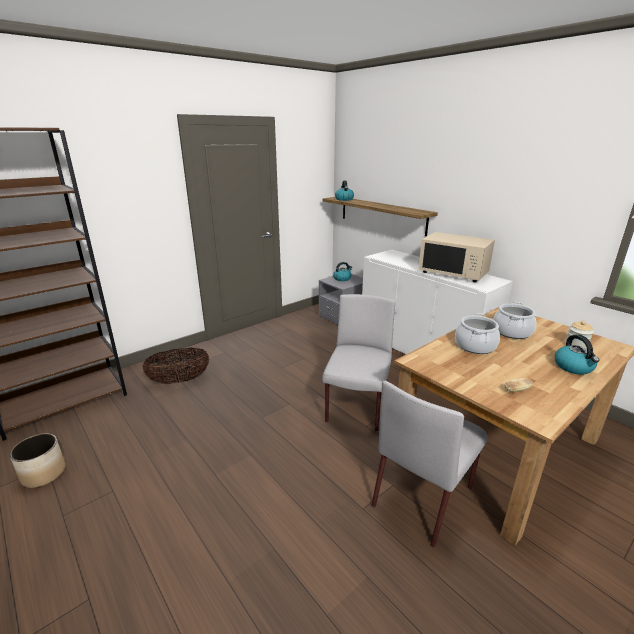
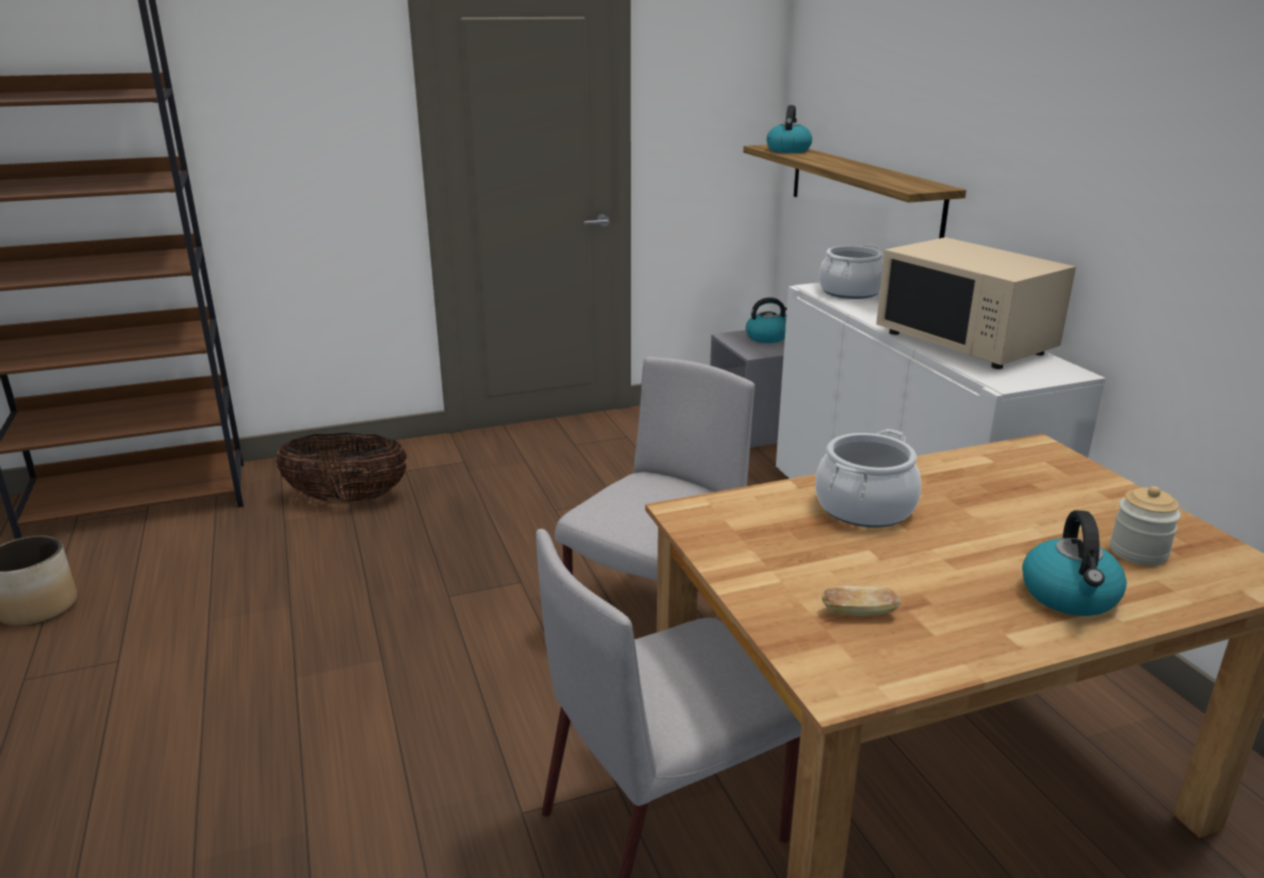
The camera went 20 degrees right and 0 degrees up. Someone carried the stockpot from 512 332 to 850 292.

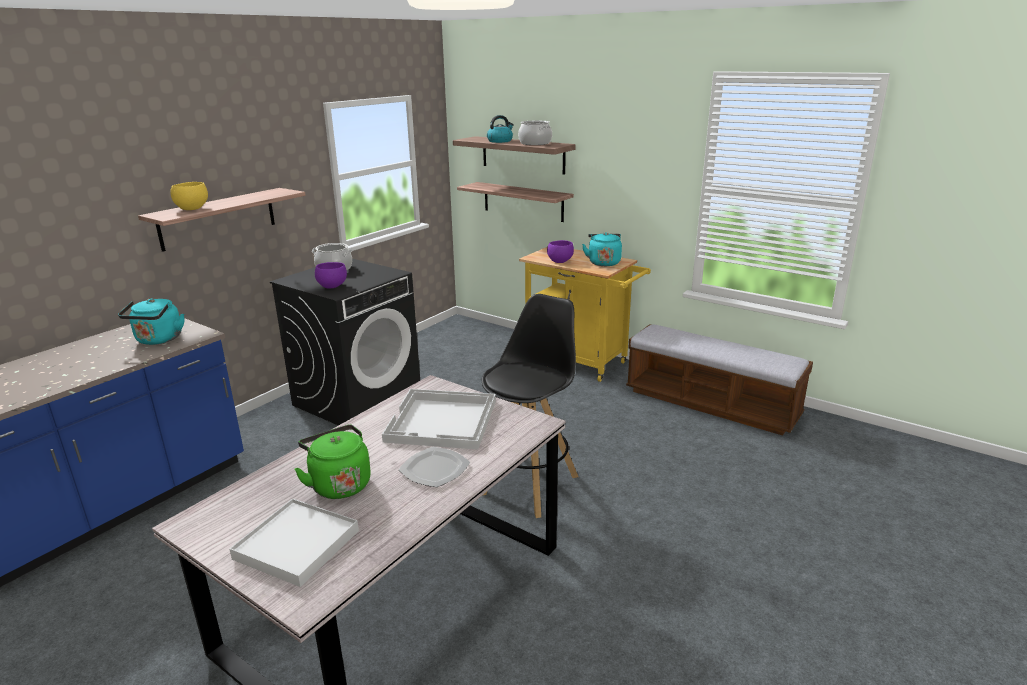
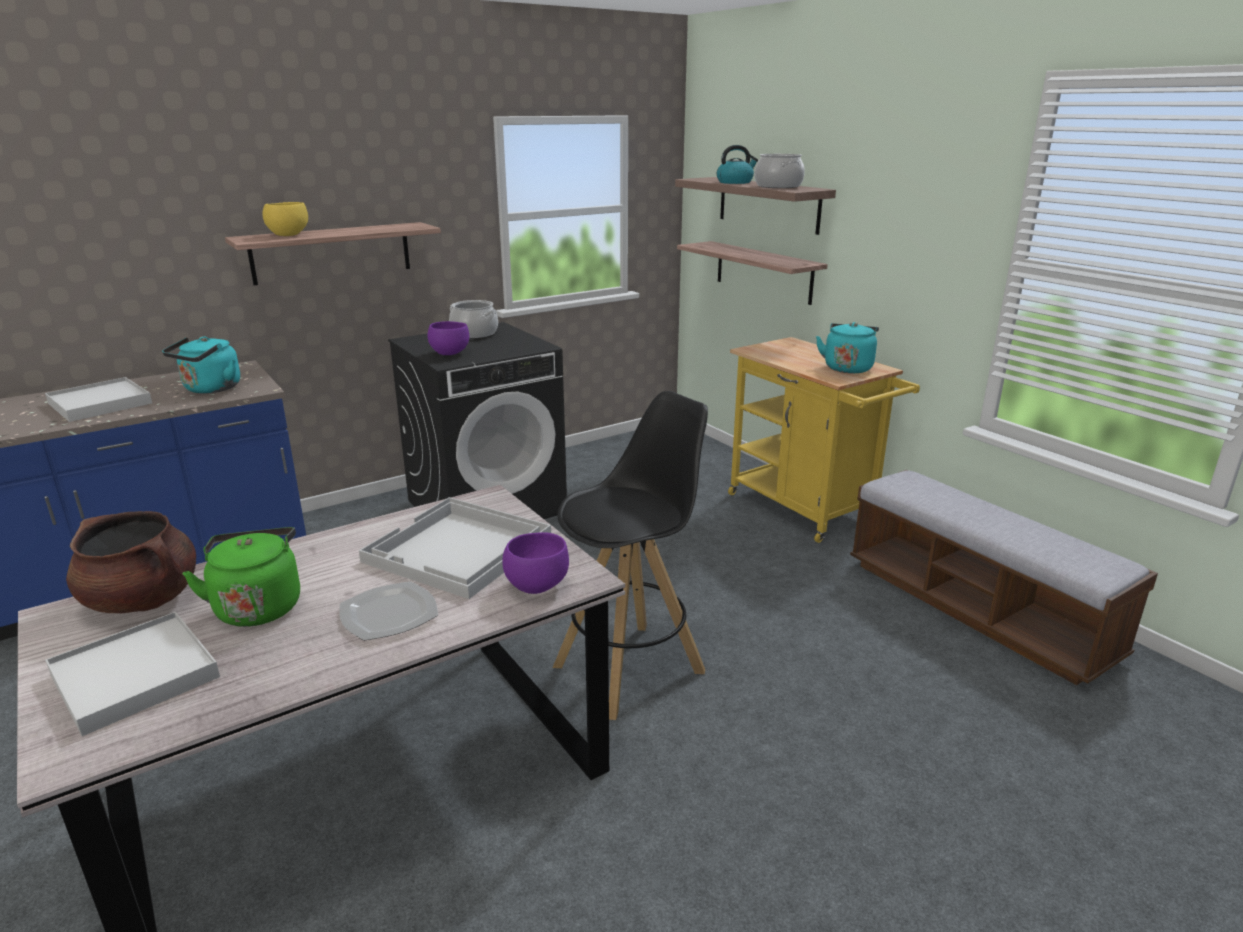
The camera went 20 degrees right and 0 degrees up. Someone carried the bowl/purplish from 559 261 to 536 585. Someone put down the tray/white at 100 403. Someone put down the stockpot/brown at 143 600.

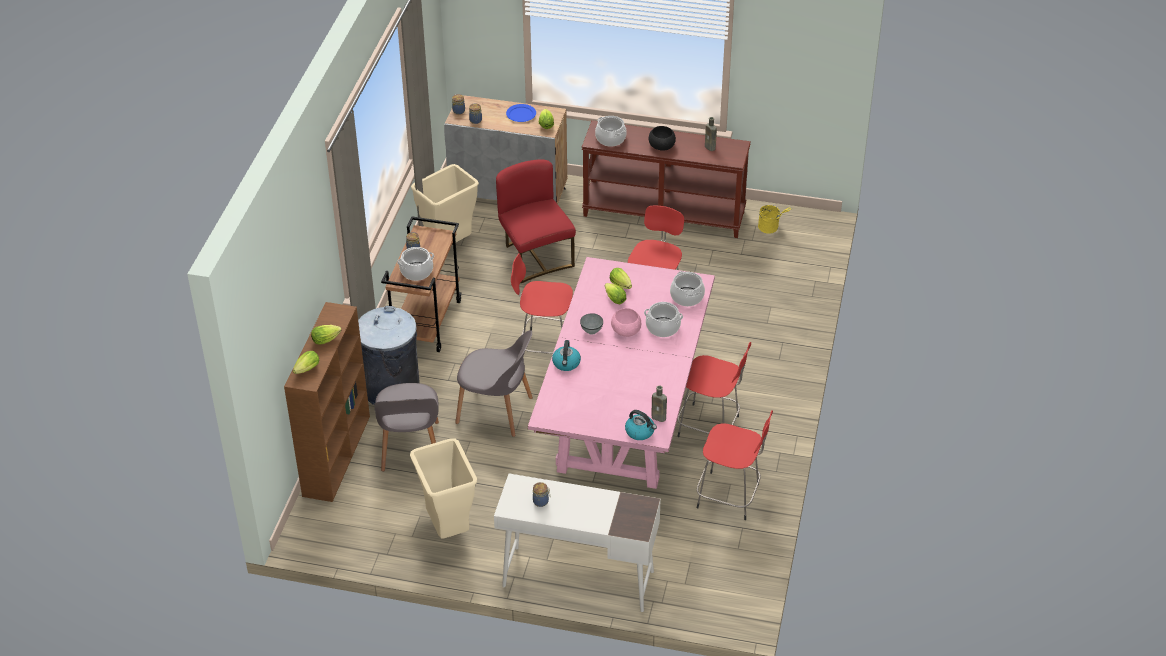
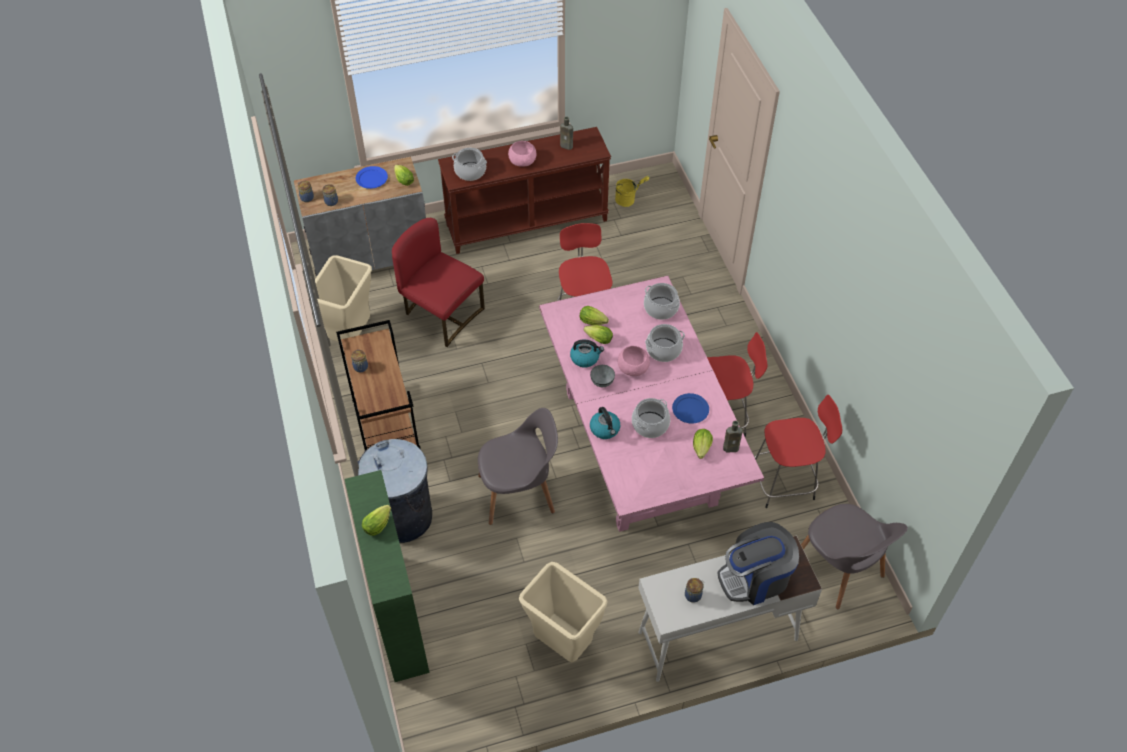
The camera went 30 degrees left and 10 degrees up. Someone repainted the shelving unit/brown at 336 454, which became the shelving unit/green-coloured at 397 616. Someone carried the lettuce head from 306 370 to 701 449. Someone carried the upright chair/grey from 410 448 to 839 570. Someone carried the stockpot from 416 272 to 650 425. Someone took away the sitting stool/reddish at 545 348. Someone carried the water kettle from 640 432 to 585 358. Someone repainted the bowl/black at 662 146, which became the bowl/pink-coloured at 523 161. Someone put down the plate/blue at 690 409. Someone put down the coffee brewer at 755 578.

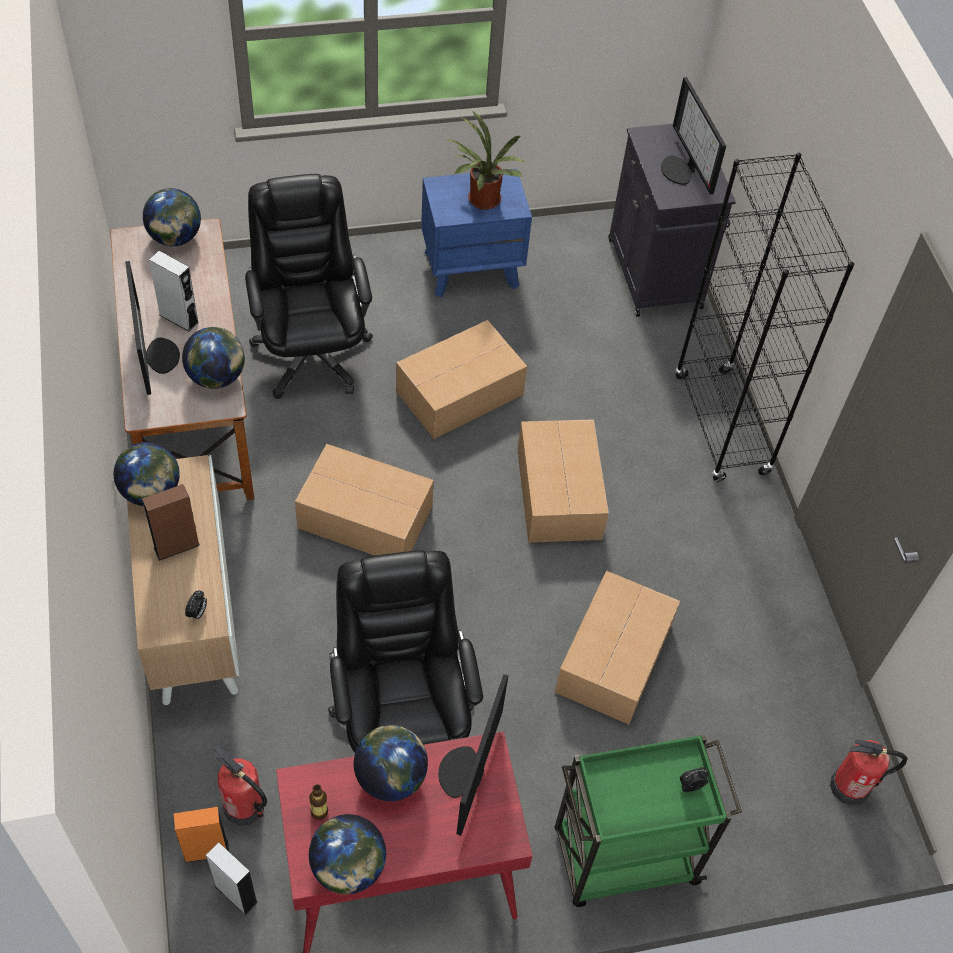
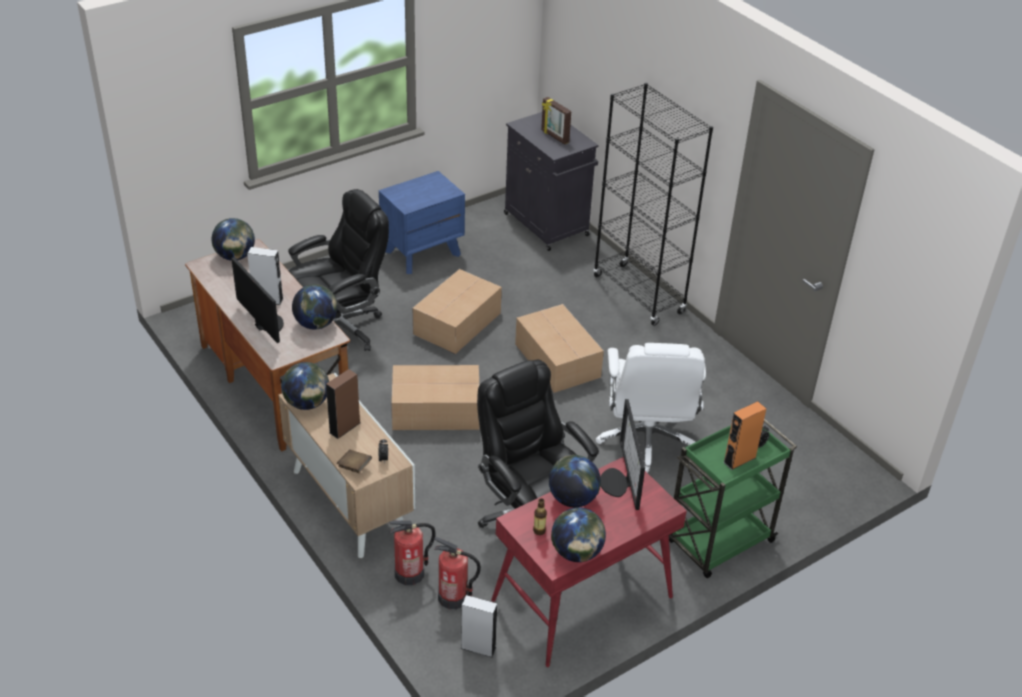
The camera went 20 degrees left and 15 degrees down. Someone carried the loudspeaker/orange-coloured from 206 851 to 739 460. Someone rotated the desk chair/black at 311 353 by 90 degrees clockwise. Someone took away the houseplant at 481 201. Someone swapped the carton at 612 659 for the desk chair/white at 647 439. Someone swapped the computer screen at 681 170 for the standing frame at 554 137. Someone carried the fire-fighting cylinder from 850 787 to 410 573. Someone put down the volume/brown at 354 467.

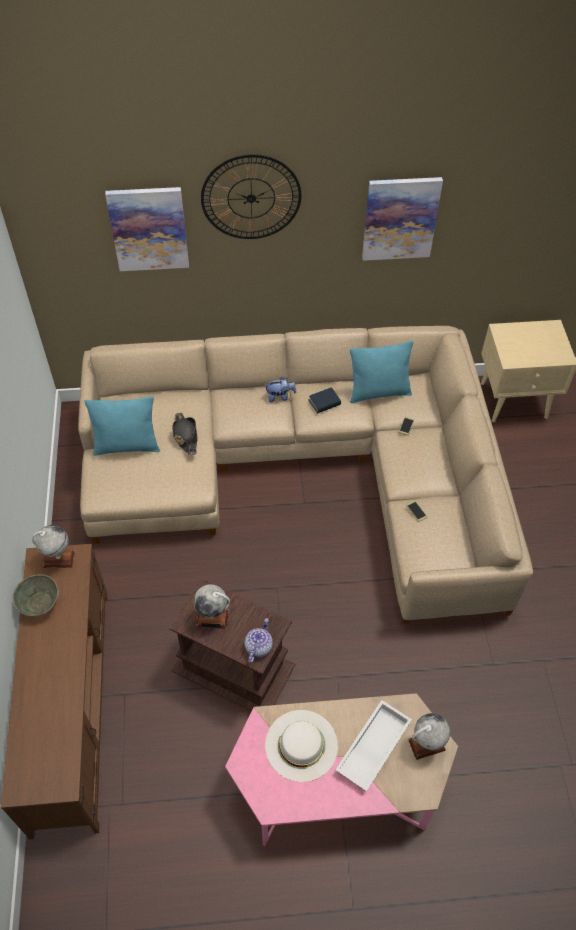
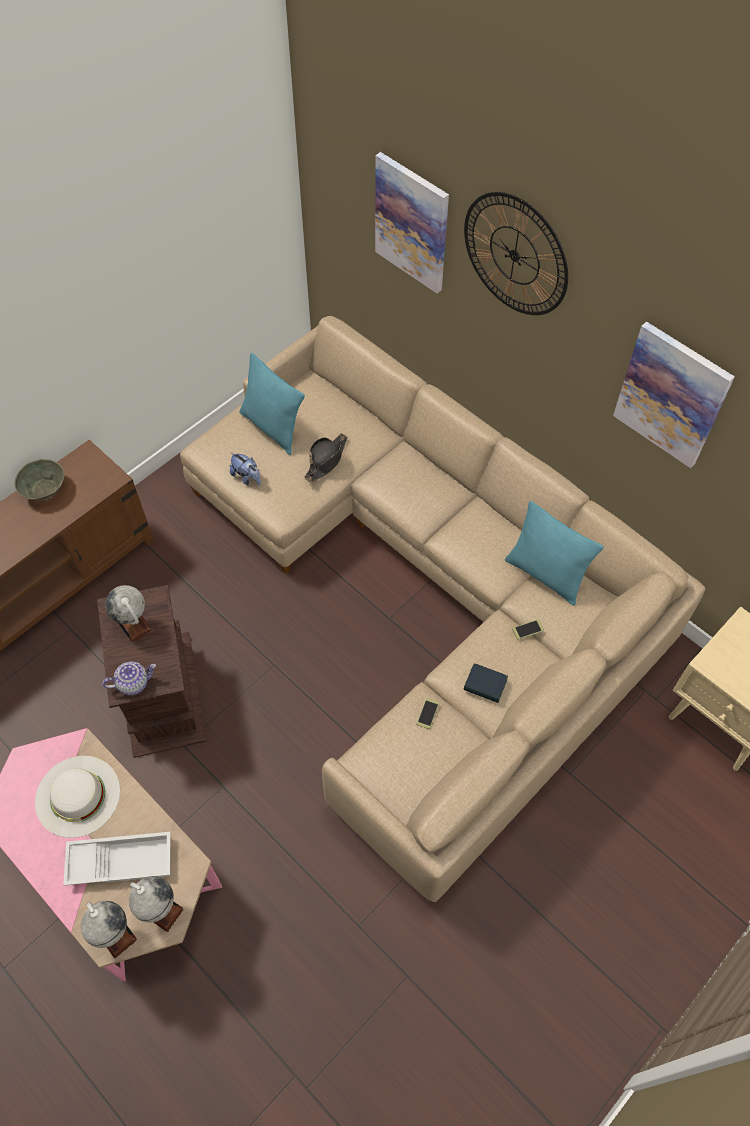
The camera went 50 degrees right and 5 degrees up. Someone carried the desk globe from 58 559 to 114 933. Someone carried the soft toy from 280 397 to 247 477. Someone carried the volume from 324 403 to 485 685.

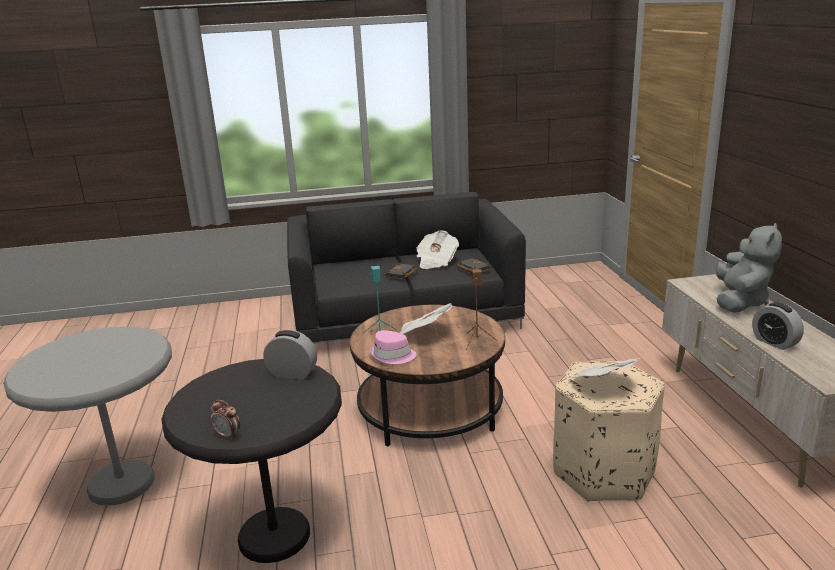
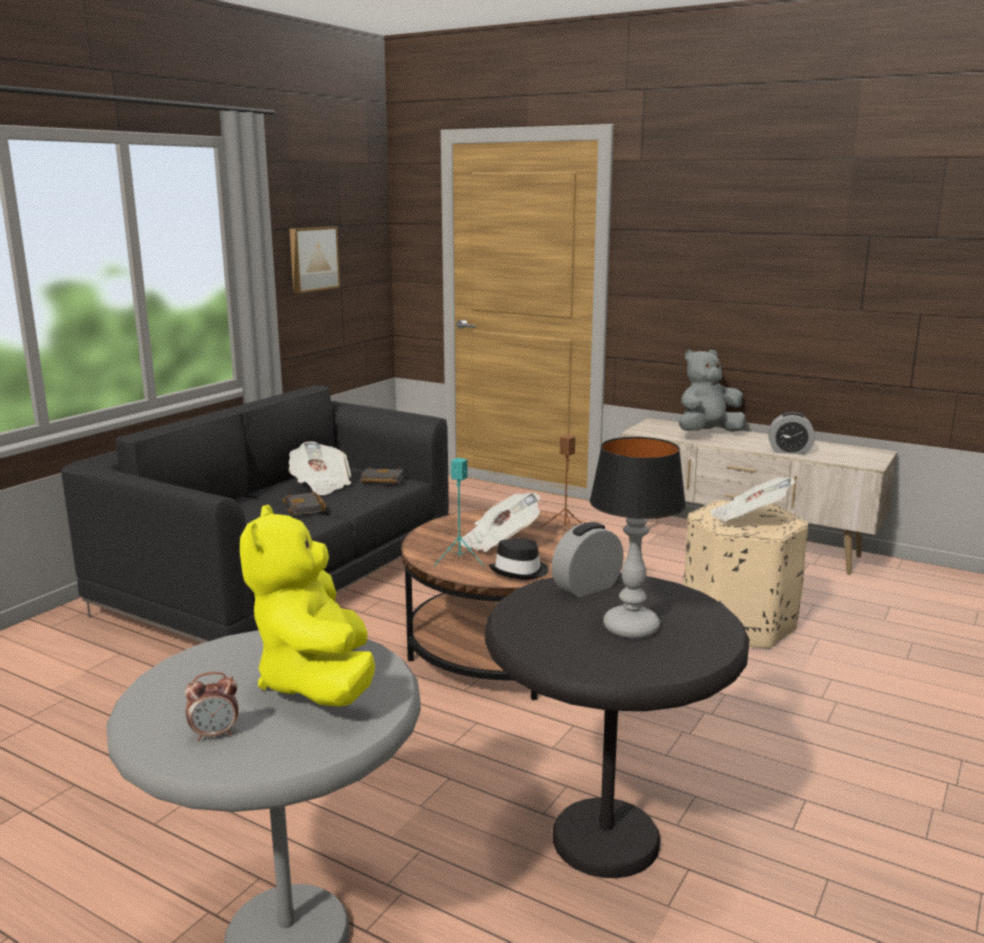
The camera went 50 degrees left and 5 degrees down. Someone carried the bedside clock from 228 435 to 215 734. Someone repainted the hat/pink-coloured at 392 355, which became the hat/black at 520 571. Someone rotated the soft toy/grey at 740 302 by 90 degrees counterclockwise. Someone put down the soft toy/yellow-coloured at 317 682. Someone put up the wall art at 312 259. Someone put down the table lamp at 630 628.

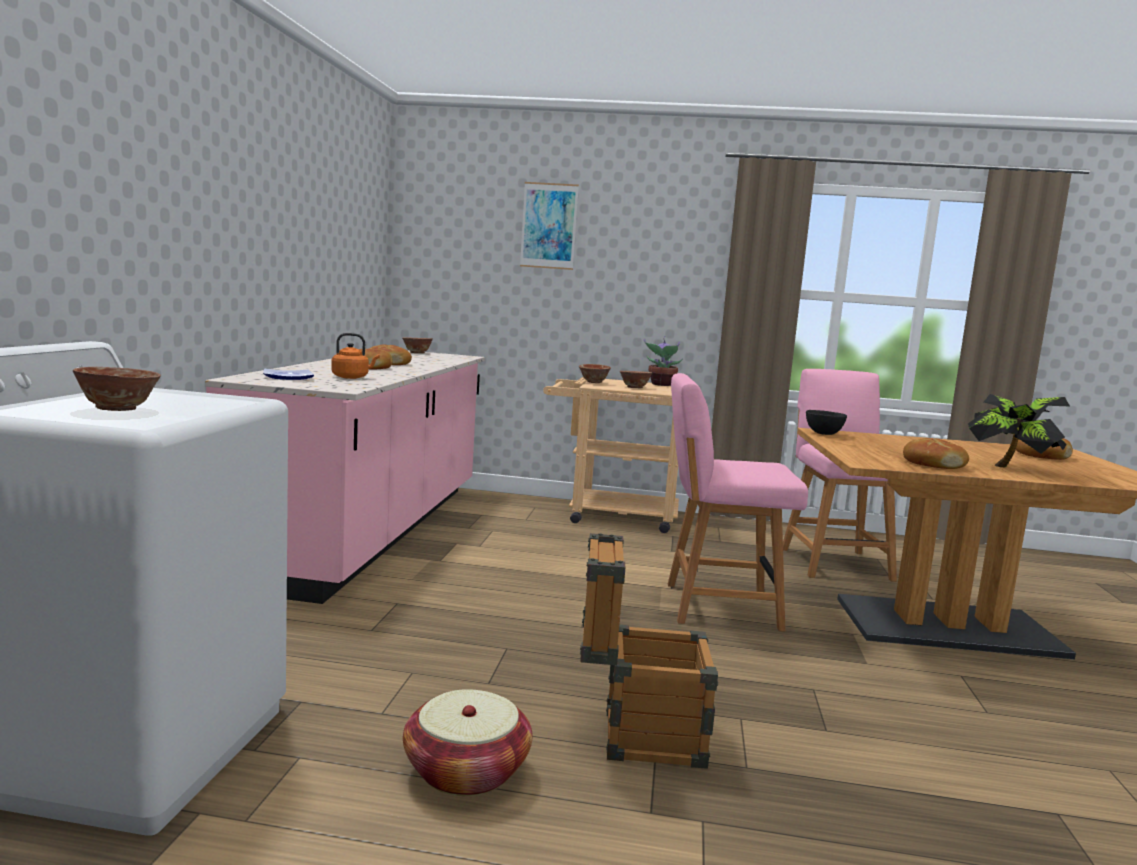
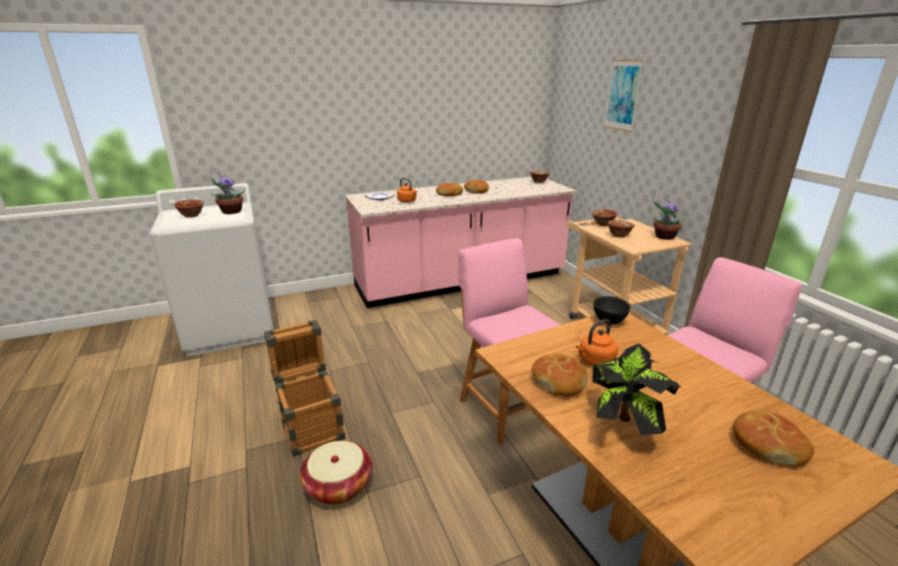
The camera went 60 degrees right and 15 degrees up. Someone carried the basket from 466 771 to 338 485. Someone put down the houseplant at 230 212. Someone put down the water kettle/orange-coloured at 595 361.

